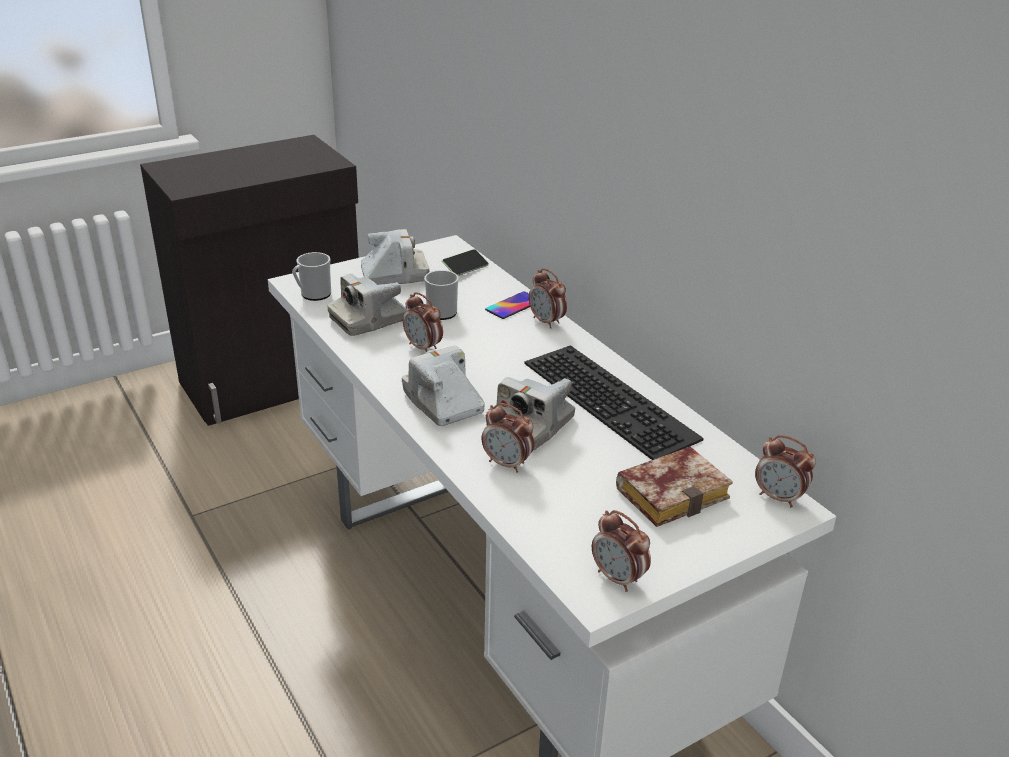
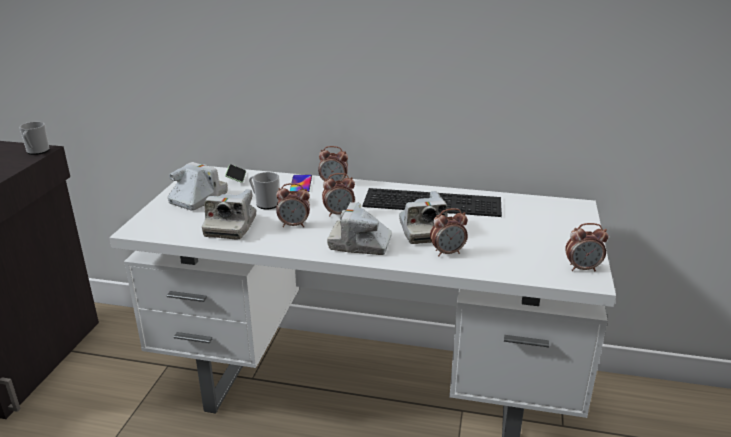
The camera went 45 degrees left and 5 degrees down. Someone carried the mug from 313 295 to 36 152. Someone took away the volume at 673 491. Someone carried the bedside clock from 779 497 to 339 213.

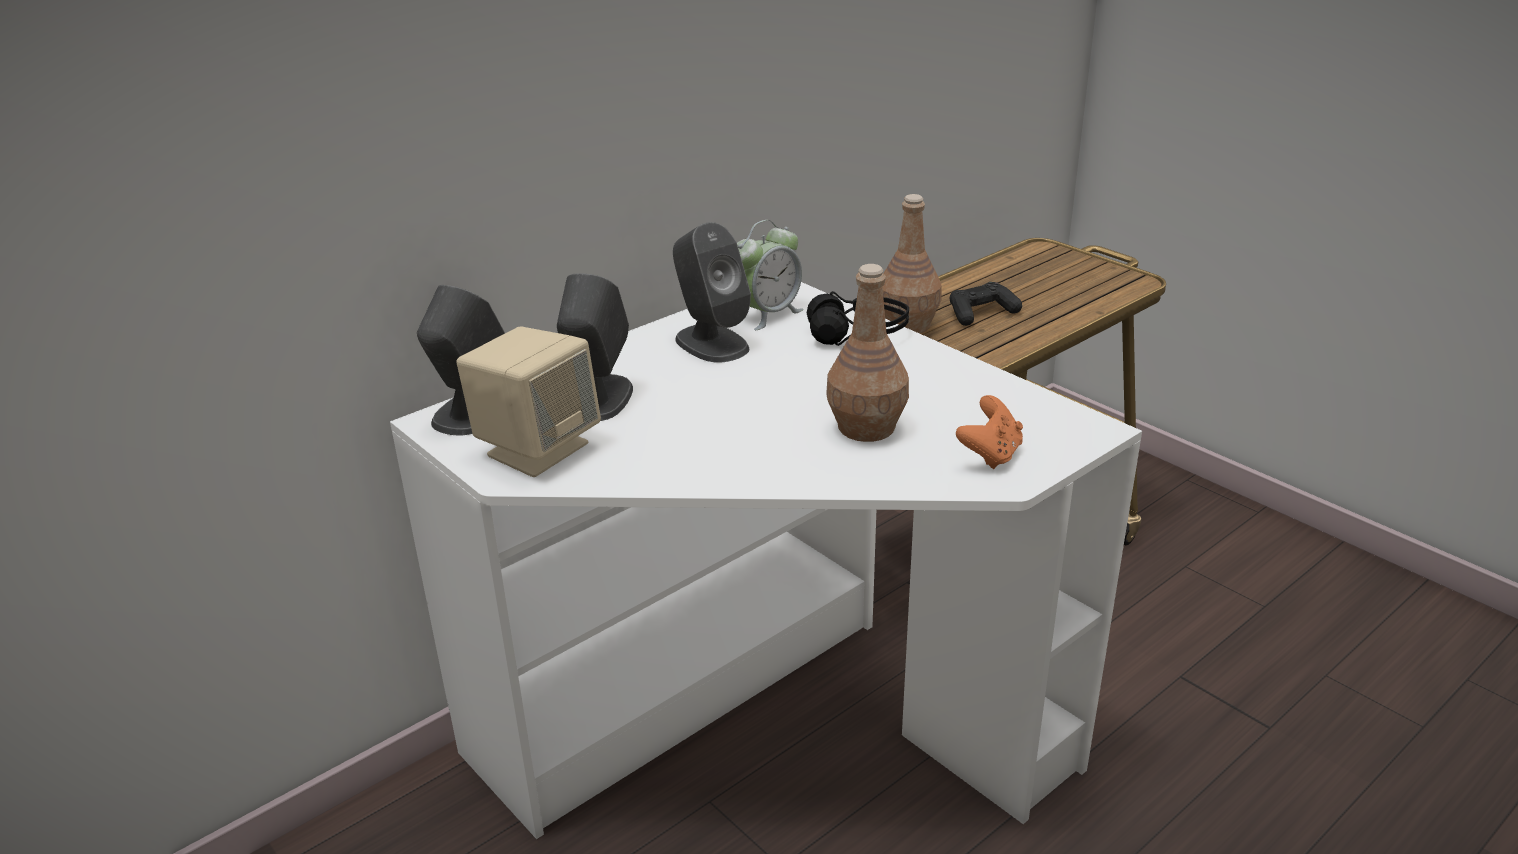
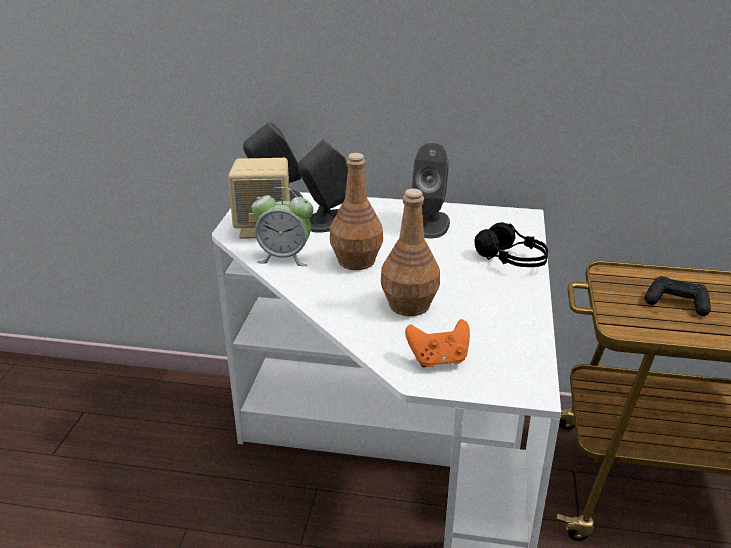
The camera went 50 degrees right and 0 degrees up. Someone carried the bedside clock from 767 314 to 285 257. Someone carried the drink bottle/brown from 908 325 to 357 261.

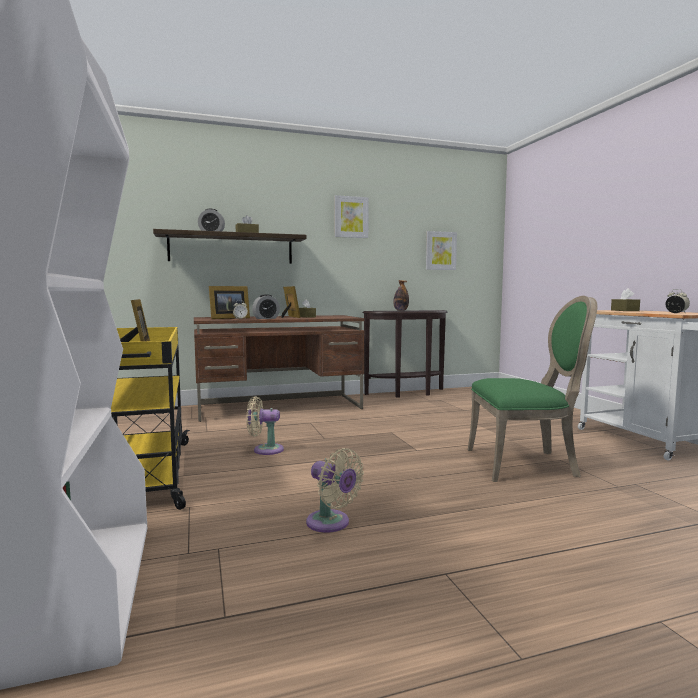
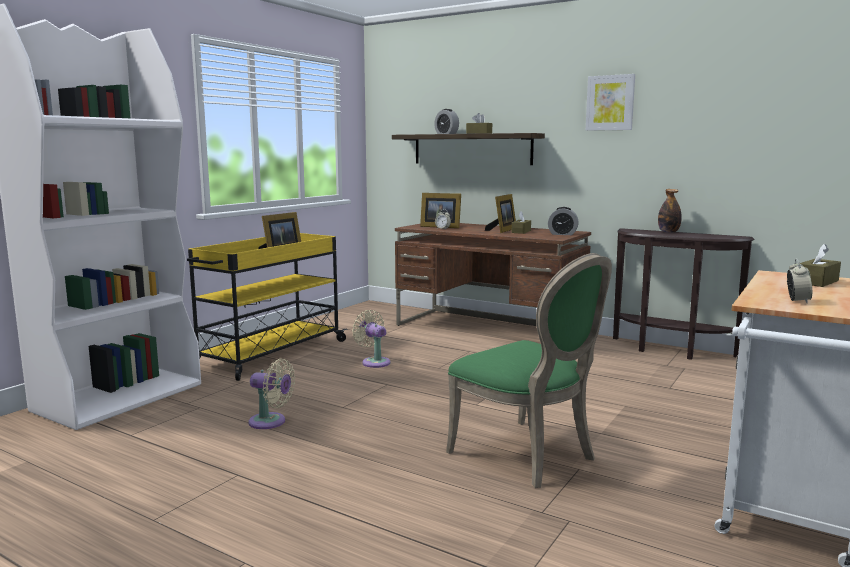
The camera went 50 degrees right and 5 degrees up. Someone carried the bedside clock from 266 318 to 562 234. Someone rotated the cooling fan/beige at 331 523 by 75 degrees counterclockwise. Someone took away the wall art at 440 251.

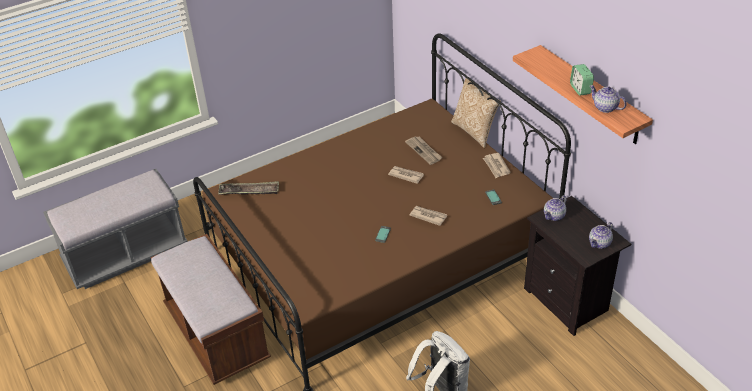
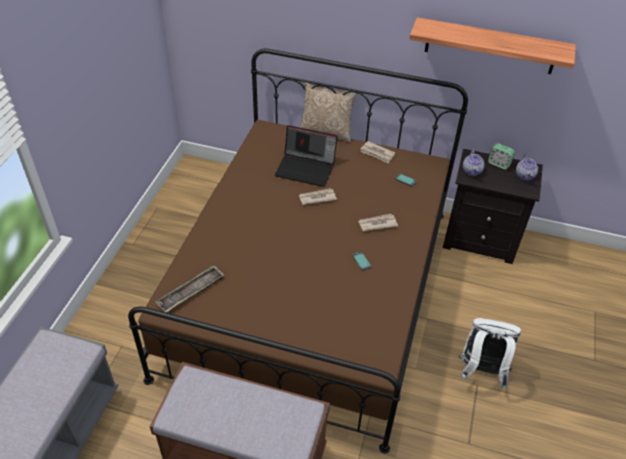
The camera went 45 degrees left and 5 degrees up. Someone swapped the newspaper at 424 151 for the notebook computer at 306 168. Someone carried the bedside clock from 580 89 to 498 163. Someone took away the teapot at 605 107.

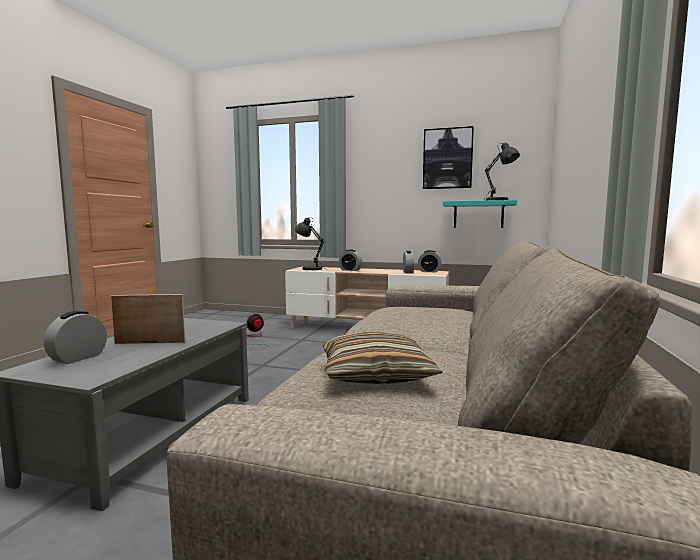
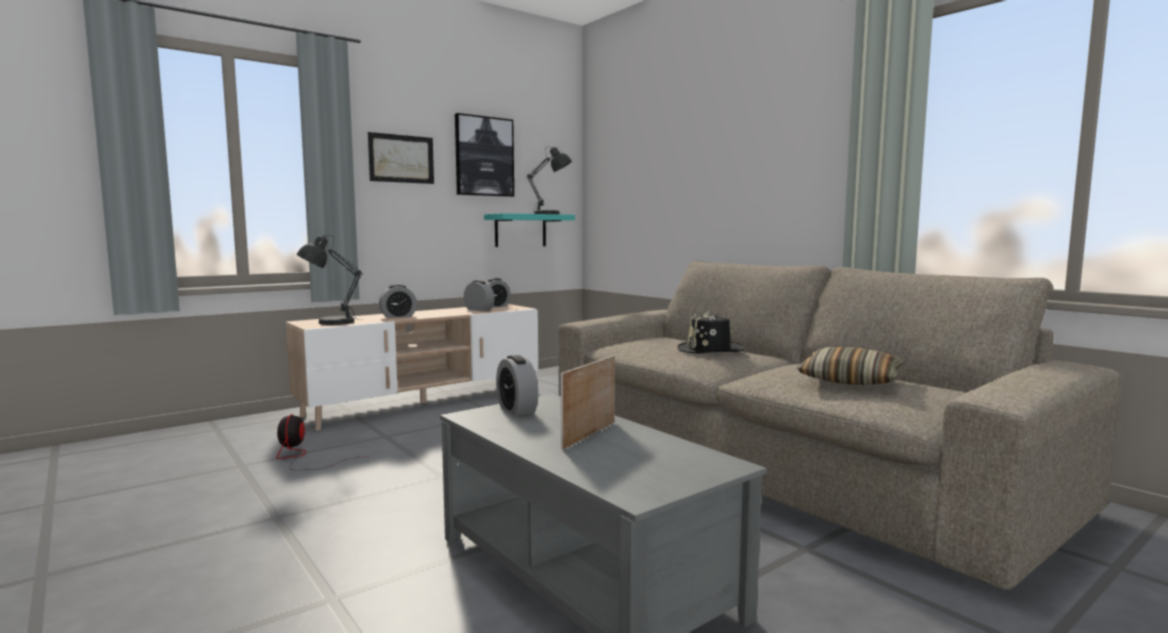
The camera went 55 degrees left and 0 degrees up. Someone carried the bedside clock from 78 358 to 516 410. Someone put up the wall art at 401 159. Someone put down the hat/black at 710 350.

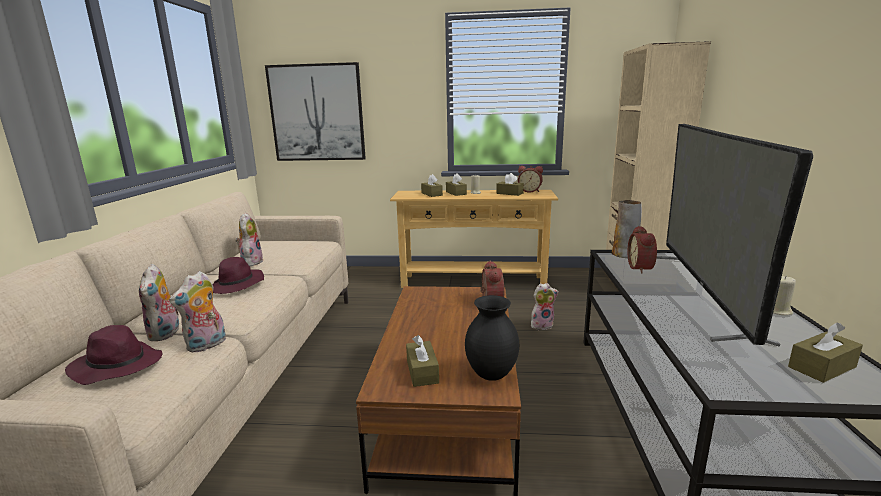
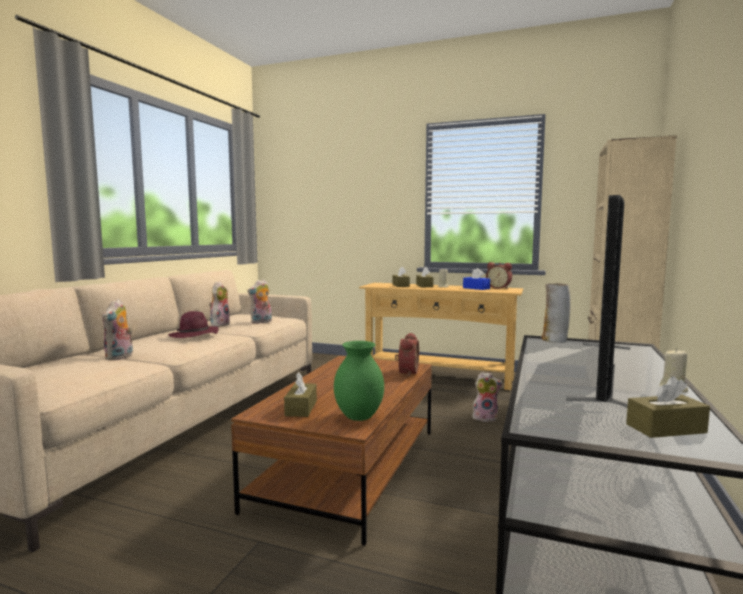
The camera went 15 degrees right and 10 degrees down. Someone took away the hat/purplish at 116 366. Someone carried the soft toy from 207 345 to 261 322. Someone took away the wall art at 317 113. Someone repainted the flower vase/black at 491 375, which became the flower vase/green-coloured at 359 417. Someone repainted the box of tissues/brown at 509 193, which became the box of tissues/blue at 476 288. Someone took away the bedside clock at 642 268.

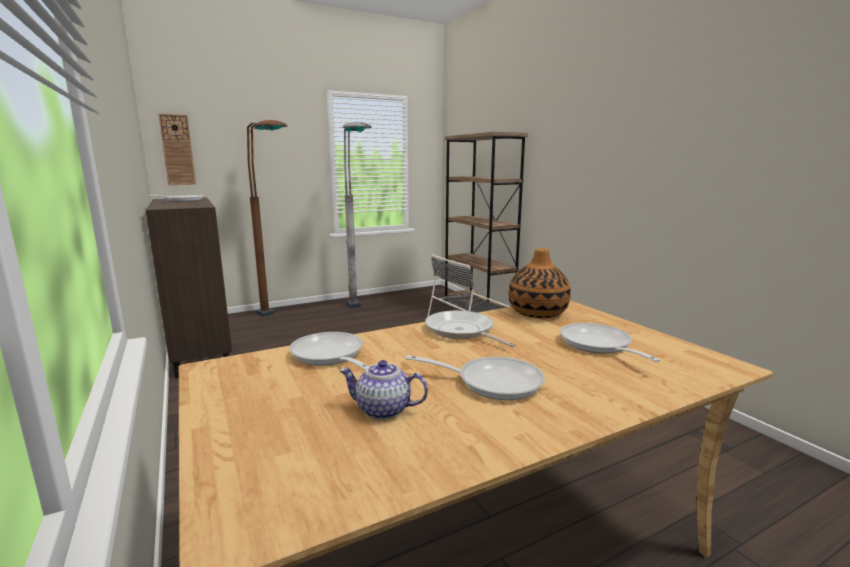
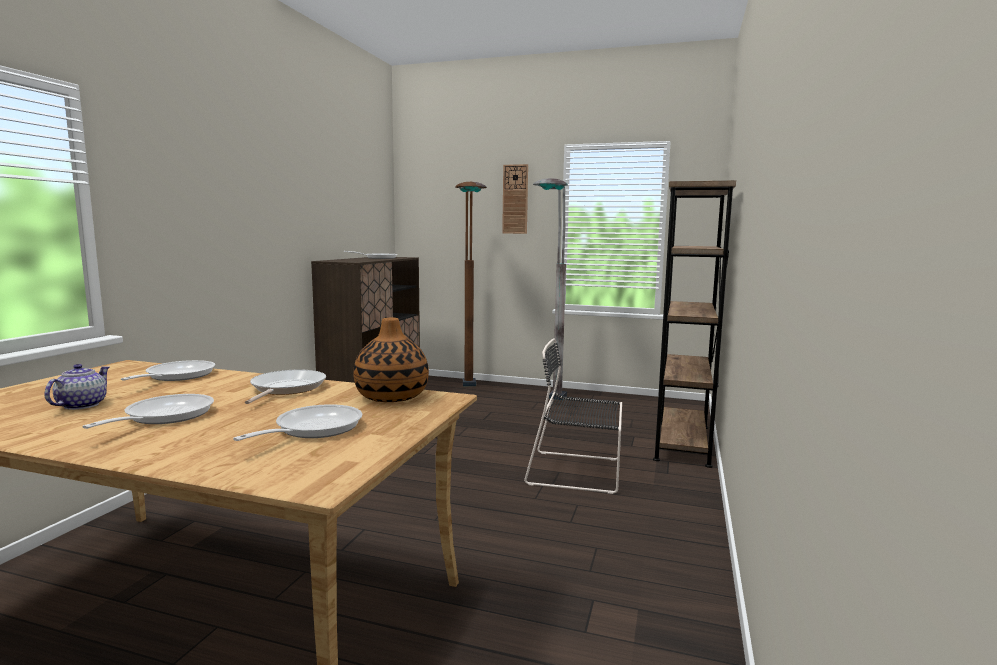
The camera went 45 degrees right and 5 degrees down. Someone carried the clock on the wall from 177 150 to 515 199. Someone rotated the teapot at 384 410 by 45 degrees clockwise. Someone rotated the pan at 492 382 by 135 degrees counterclockwise.

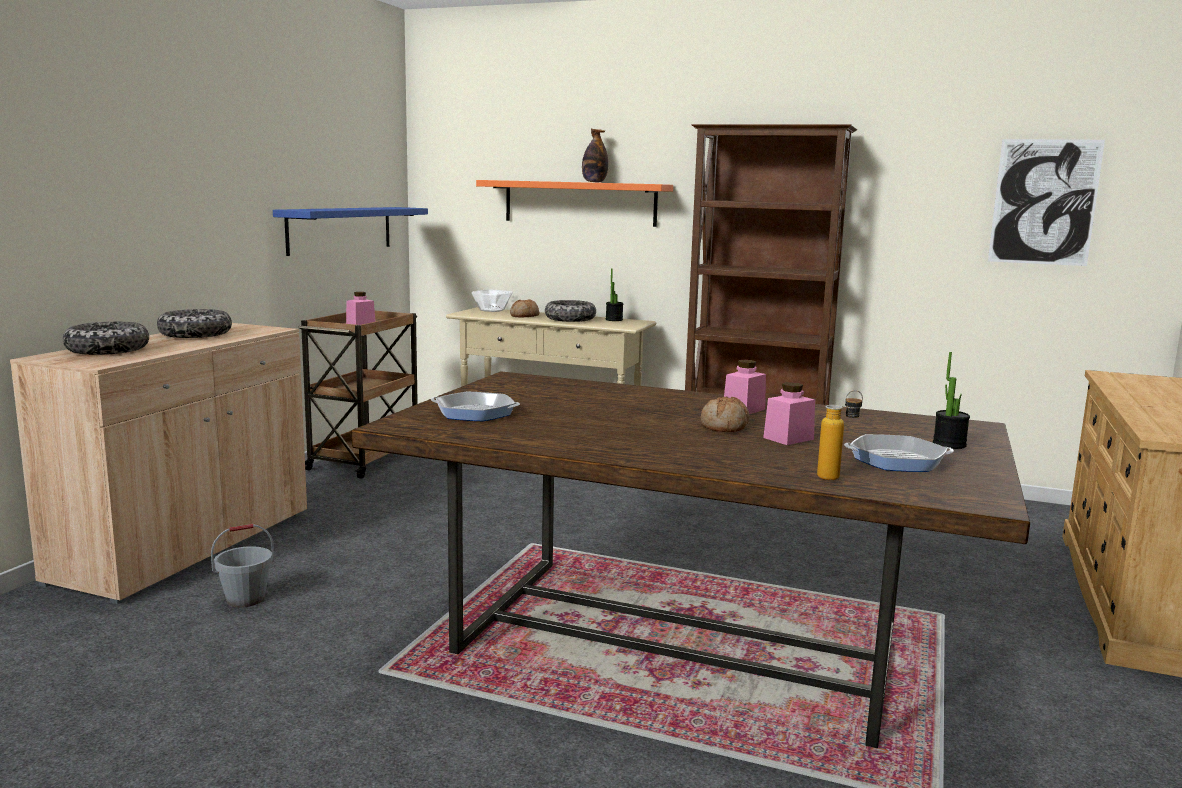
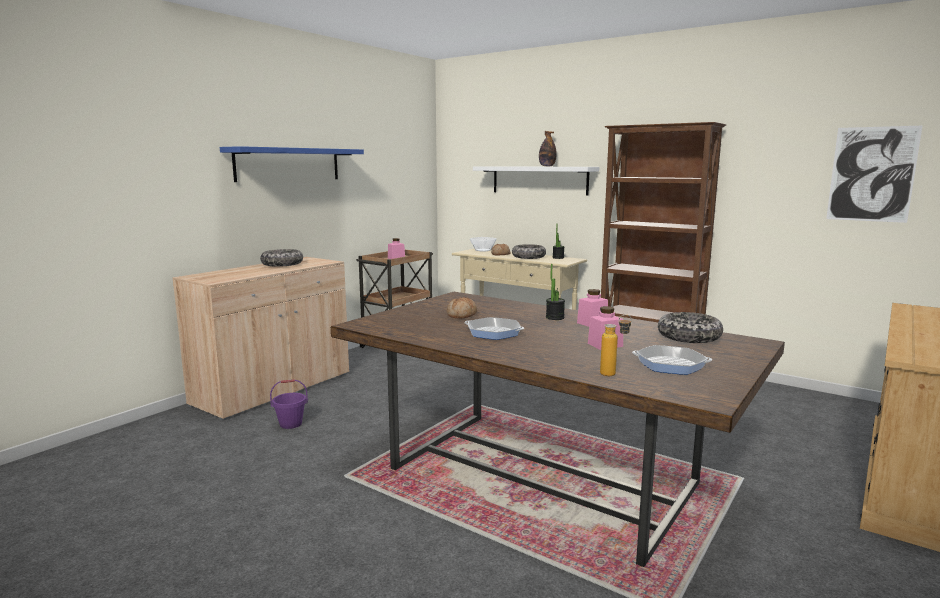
The camera went 15 degrees right and 0 degrees up. Someone carried the bowl from 107 350 to 689 337. Someone repainted the bucket/grey at 246 599, which became the bucket/purplish at 291 424. Someone carried the shelf/blue from 340 229 to 288 164. Someone carried the pan from 475 413 to 493 333. Someone repainted the shelf/orange-coloured at 580 203, which became the shelf/white at 539 180. Someone carried the bakery bread from 725 426 to 462 315. Someone carried the houseplant from 949 444 to 555 317.

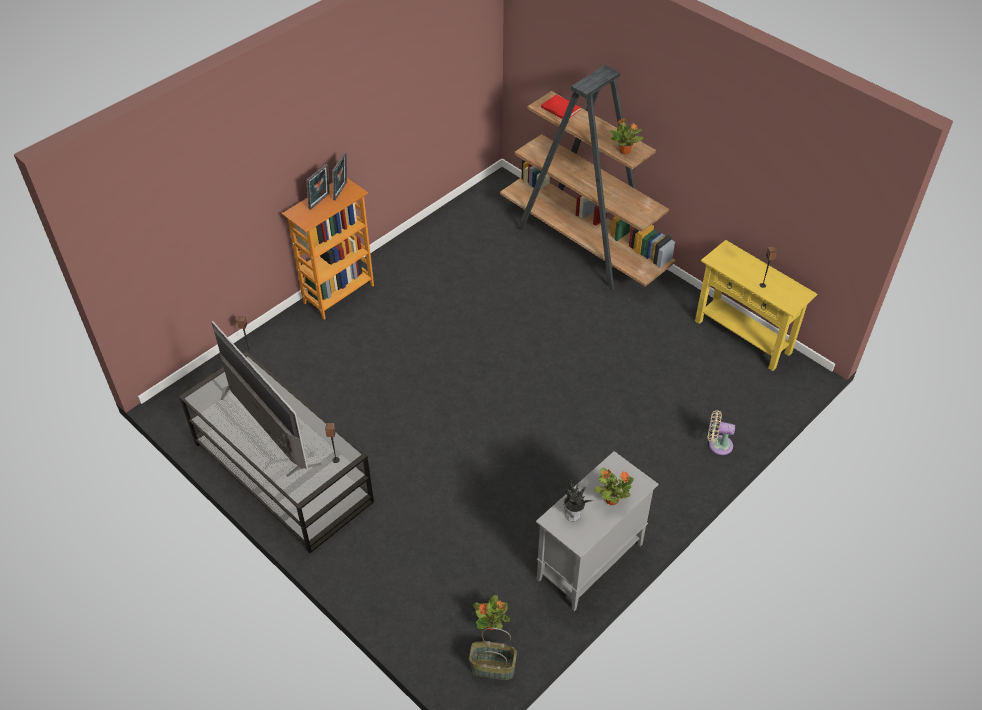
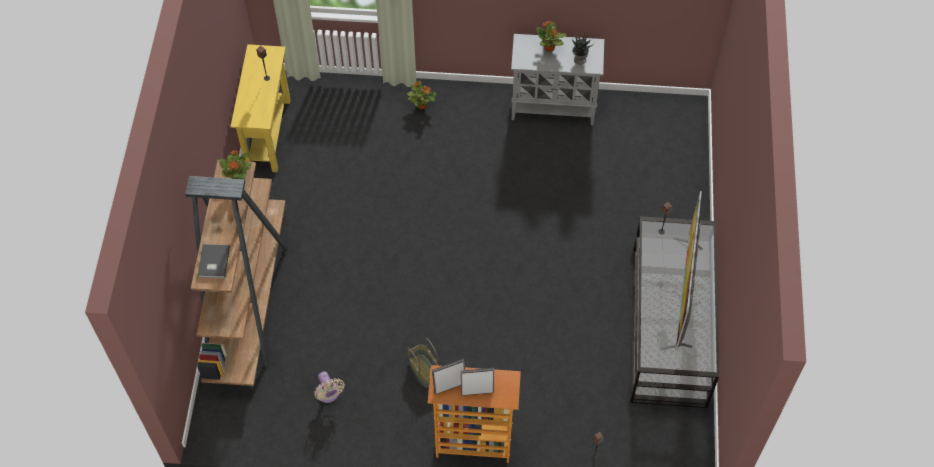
The camera went 130 degrees left and 10 degrees up. Someone carried the basket from 492 667 to 424 371. Someone carried the houseplant from 492 624 to 421 105. Someone repainted the volume/reddish at 560 108, which became the volume/grey at 213 262. Someone carried the cooling fan/beige from 717 444 to 328 394.

